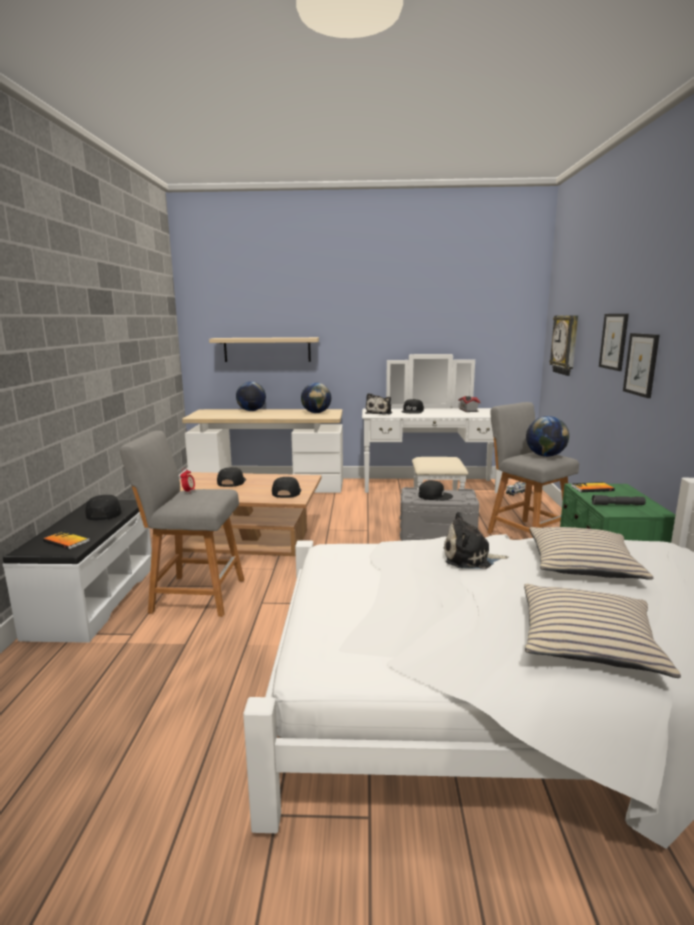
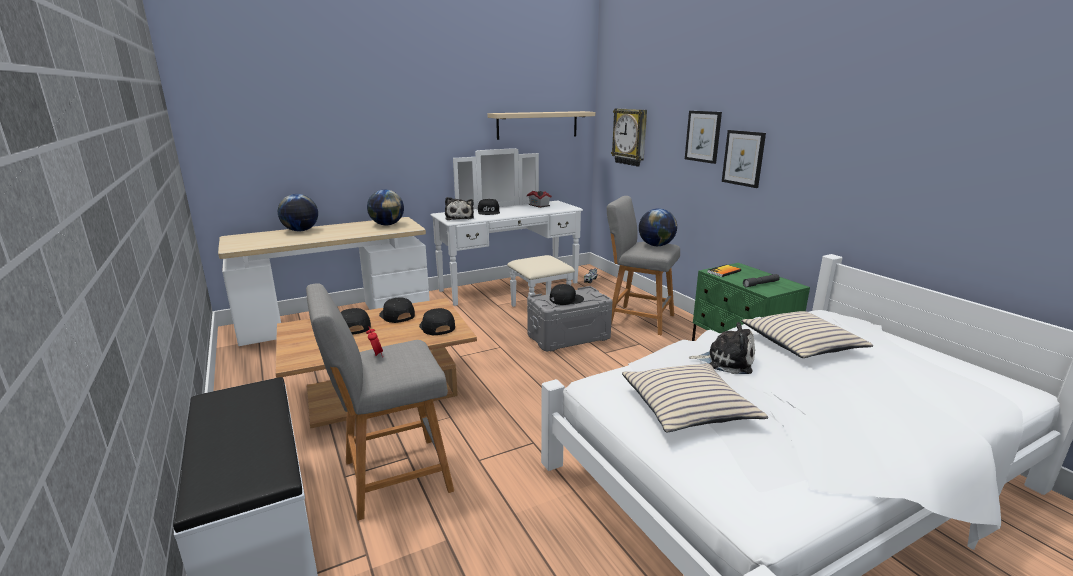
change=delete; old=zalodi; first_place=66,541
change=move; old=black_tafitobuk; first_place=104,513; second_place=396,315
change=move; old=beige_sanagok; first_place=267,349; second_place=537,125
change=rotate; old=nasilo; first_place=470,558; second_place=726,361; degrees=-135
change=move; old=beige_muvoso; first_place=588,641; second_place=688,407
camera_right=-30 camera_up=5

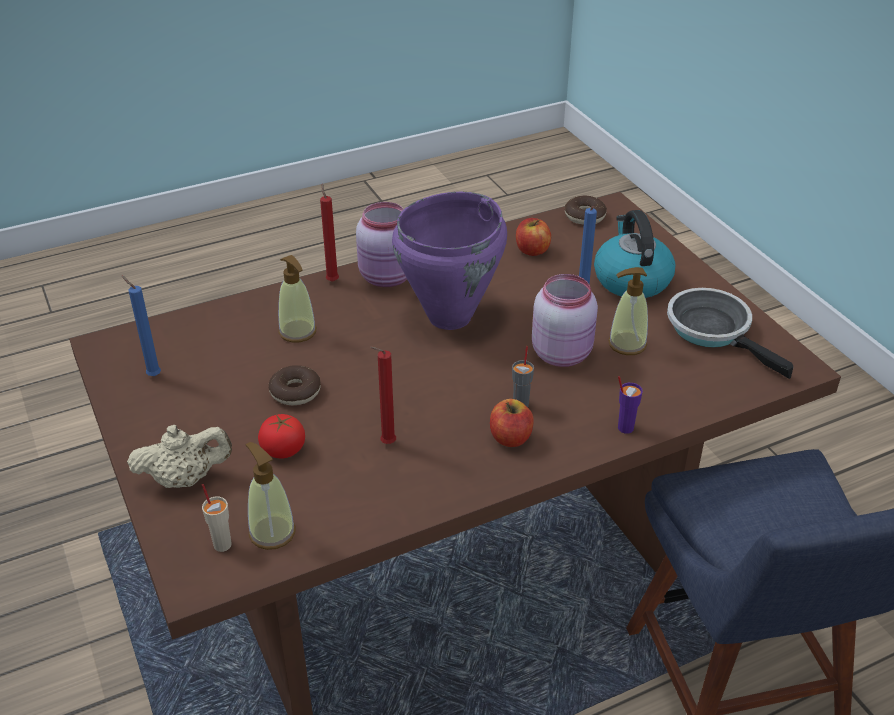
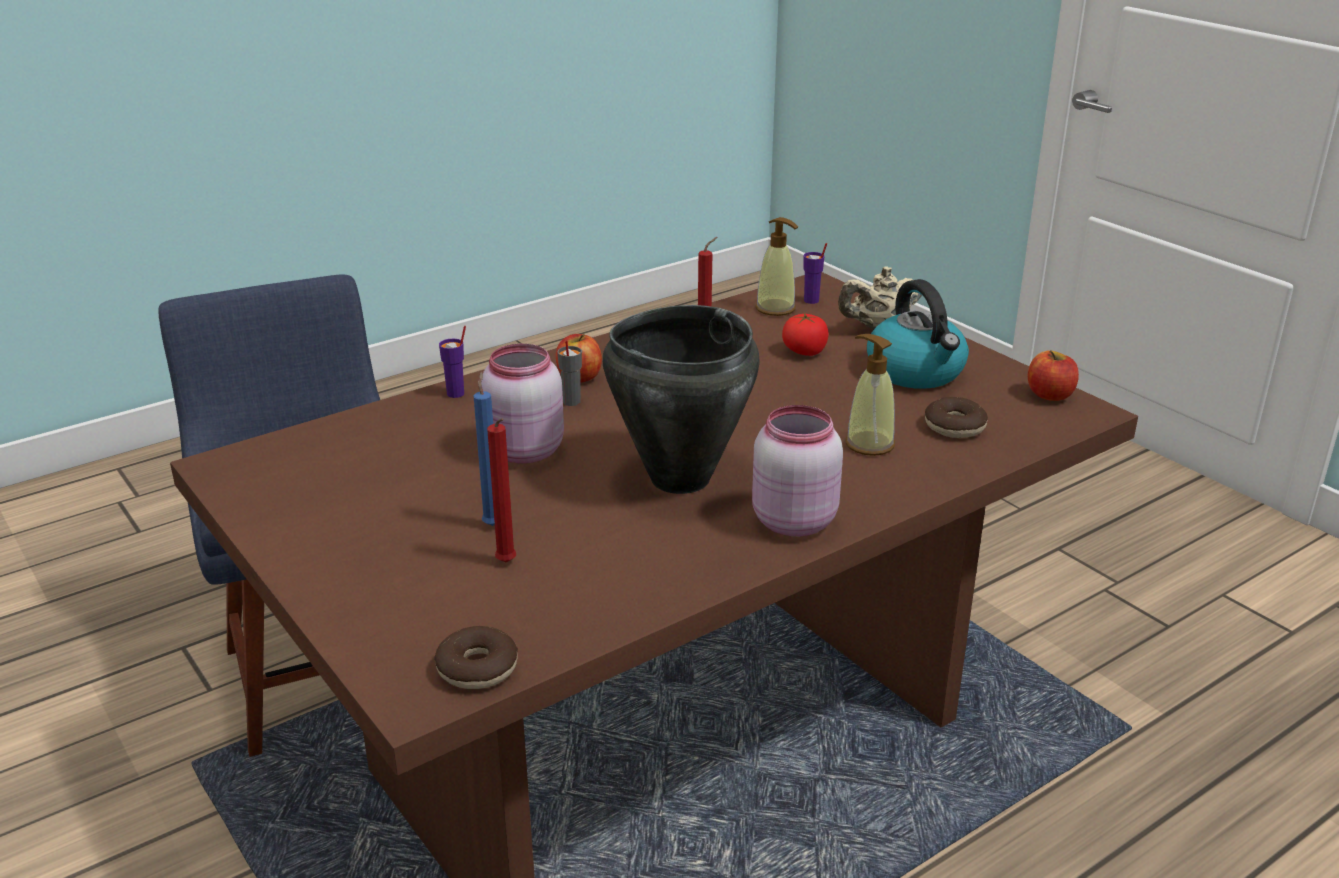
change=delete; old=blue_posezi; first_place=152,375
change=recolor; old=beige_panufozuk; new=purple_panufozuk; first_place=222,544; second_place=811,301
change=move; old=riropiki; first_place=295,392; second_place=954,427
change=move; old=red_posezi; first_place=332,280; second_place=507,564
change=recolor; old=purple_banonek; new=black_banonek; first_place=451,317; second_place=678,478
change=move; old=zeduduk; first_place=532,250; second_place=1050,395
change=move; old=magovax; first_place=631,279; second_place=916,372
change=delete; old=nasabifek; first_place=627,344
change=delete; old=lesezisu; first_place=714,331
camera_right=170 camera_up=-10

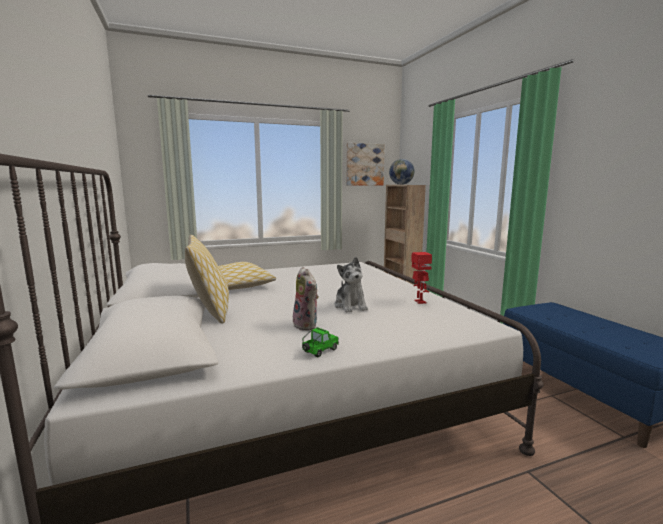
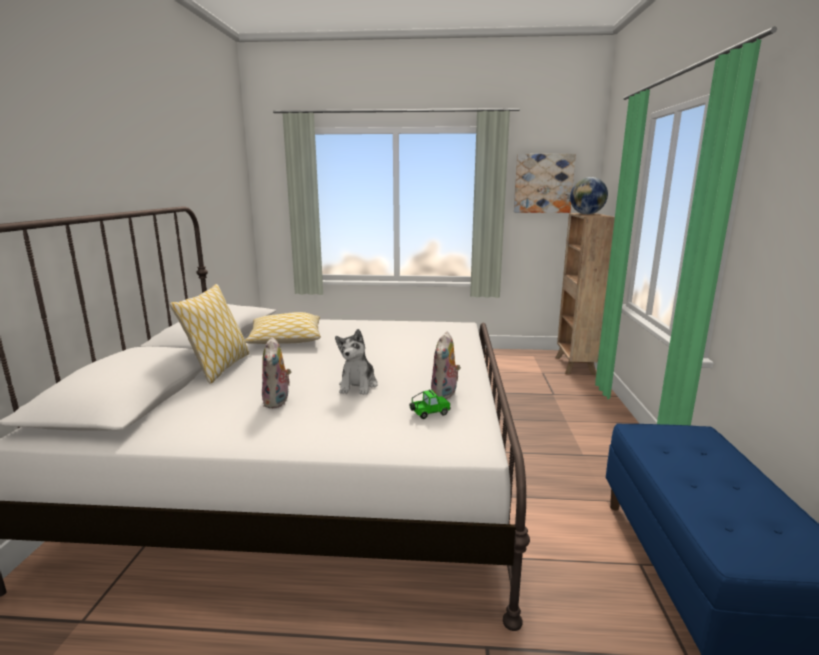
change=move; old=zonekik; first_place=319,351; second_place=429,413
change=replace; old=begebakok; new=nasilo; first_place=419,302; second_place=445,395
camera_right=25 camera_up=5

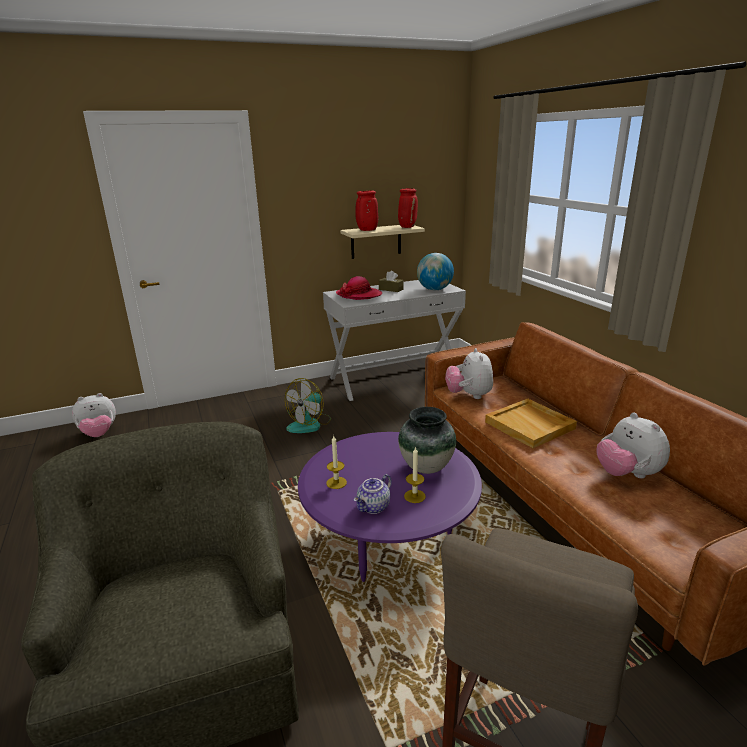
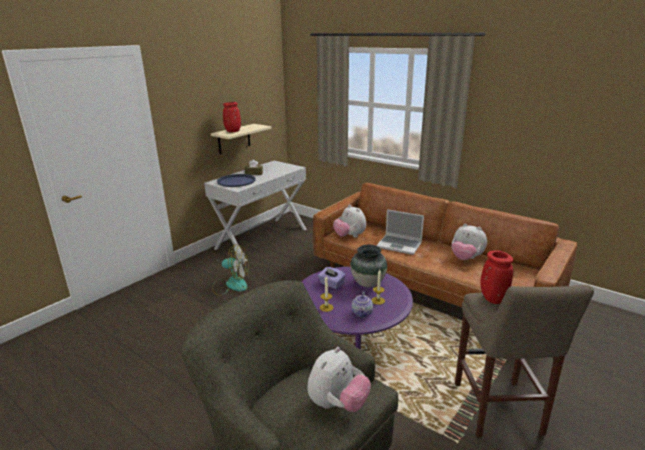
change=move; old=nasilo; first_place=99,434; second_place=337,404
change=rotate; old=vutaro; first_place=310,424; second_place=231,284; degrees=-90
change=replace; old=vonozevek; new=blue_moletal; first_place=359,295; second_place=236,181
change=move; old=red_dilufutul; first_place=407,227; second_place=492,298
change=delete; old=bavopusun; first_place=434,289
change=replace; old=beige_moletal; new=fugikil; first_place=530,425; second_place=400,245
change=insert; new=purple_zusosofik; second_place=331,284
camera_right=-30 camera_up=0

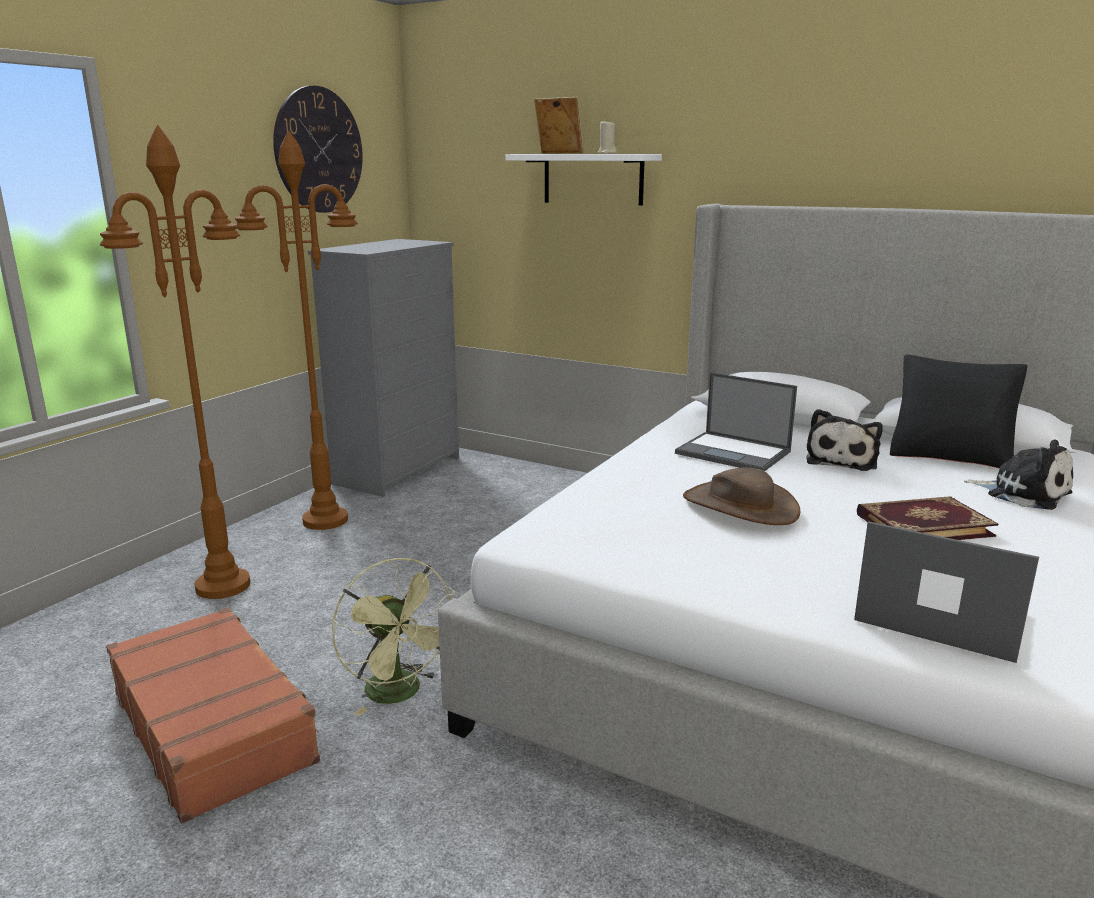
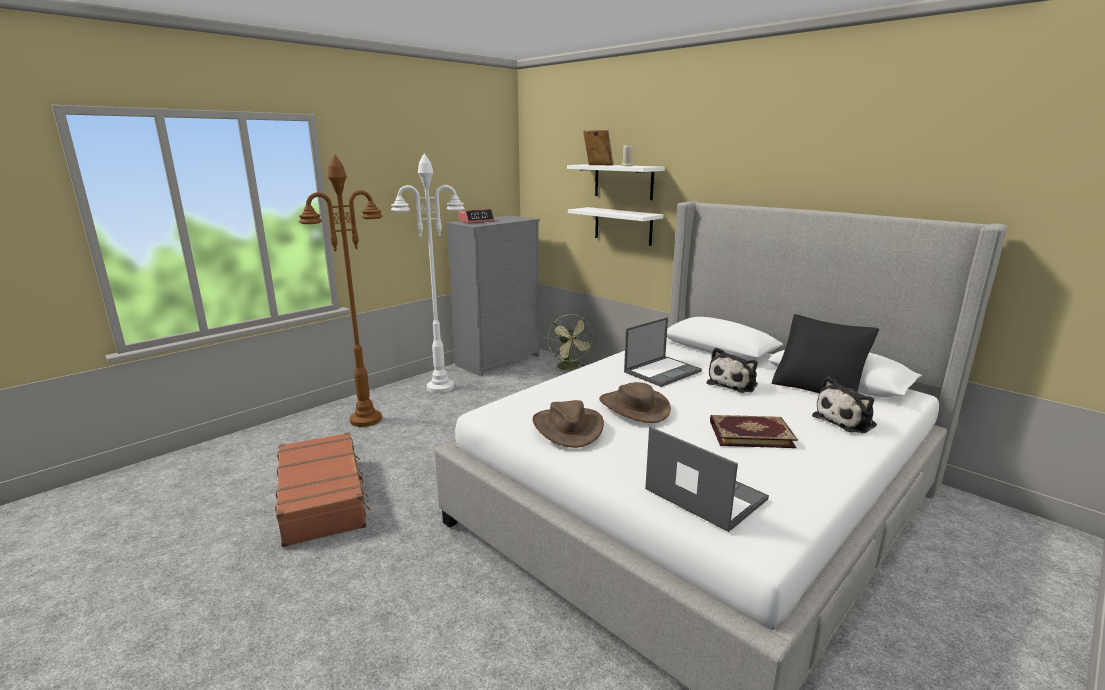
change=recolor; old=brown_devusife; new=white_devusife; first_place=326,520; second_place=441,387
change=delete; old=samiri; first_place=319,150
change=move; old=green_vutaro; first_place=400,694; second_place=570,368
change=rotate; old=fugikil; first_place=734,453; second_place=663,371; degrees=-90
change=rotate; old=nasilo; first_place=1023,493; second_place=847,421; degrees=90
change=insert; new=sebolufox; second_place=476,221
change=insert; new=brown_vonozevek; second_place=567,427
change=insert; new=white_sanagok; second_place=623,226
camera_right=15 camera_up=0

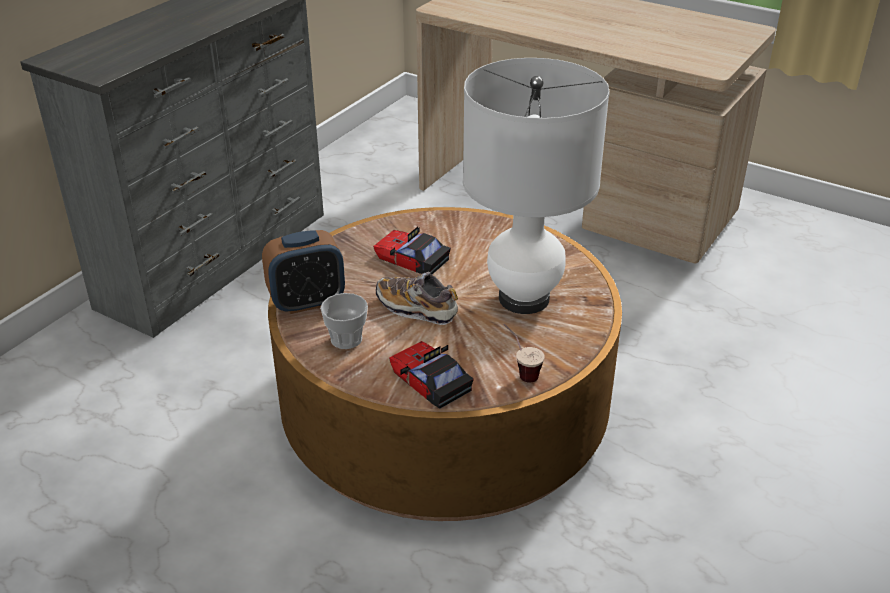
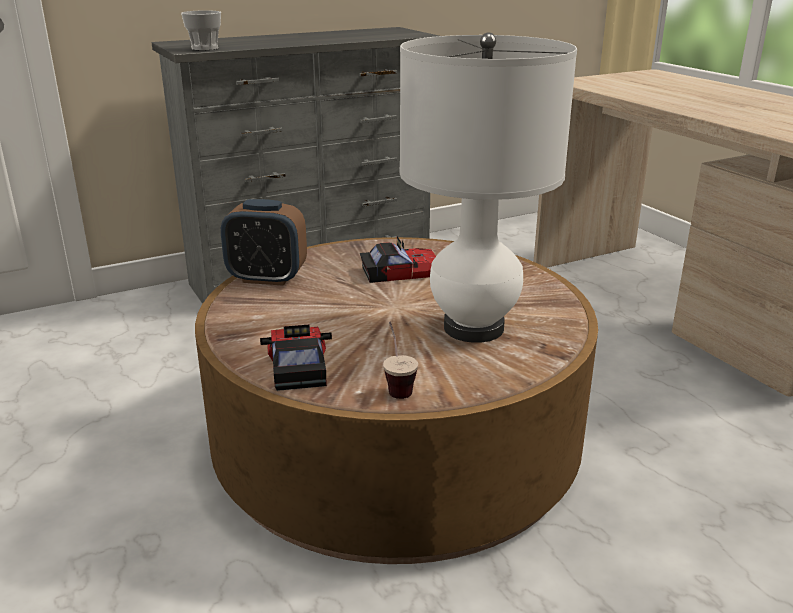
change=move; old=panufozuk; first_place=346,339; second_place=205,48
change=rotate; old=zonekik; first_place=412,258; second_place=399,271; degrees=105
change=delete; old=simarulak; first_place=416,309
camera_right=30 camera_up=-10

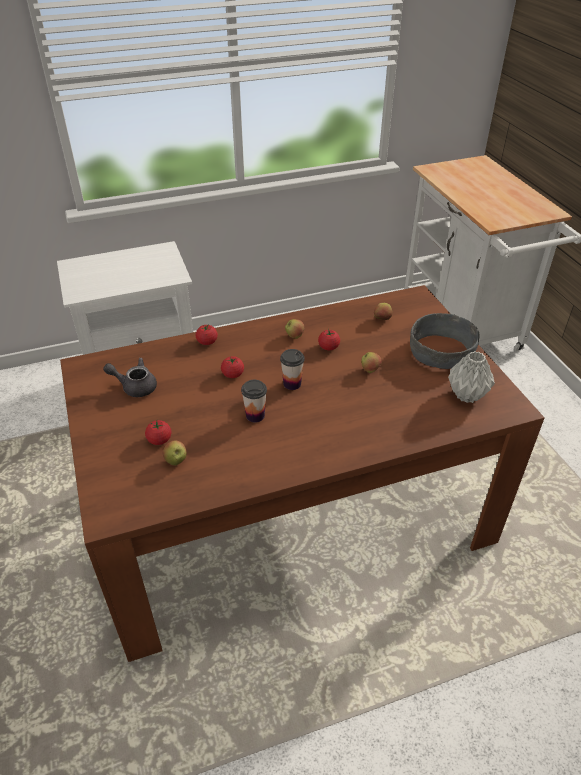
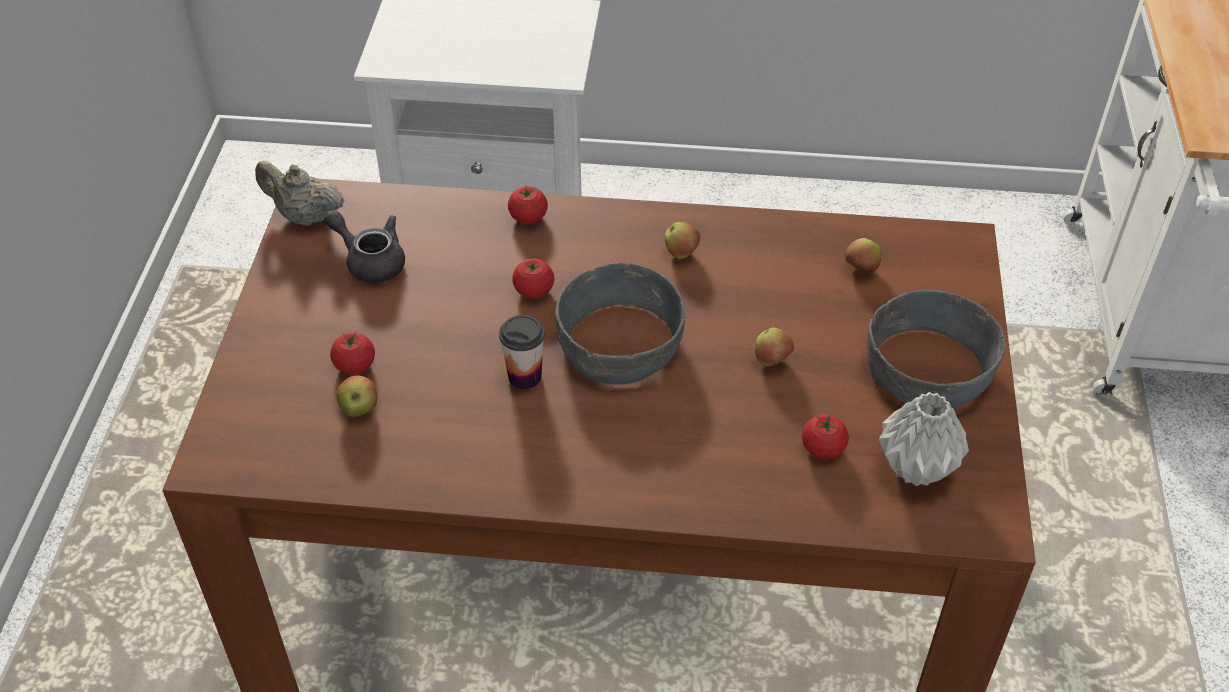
change=replace; old=panufozuk; new=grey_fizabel; first_place=292,384; second_place=620,341
change=move; old=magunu; first_place=328,347; second_place=823,448
change=insert; new=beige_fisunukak; second_place=304,216
camera_right=25 camera_up=5

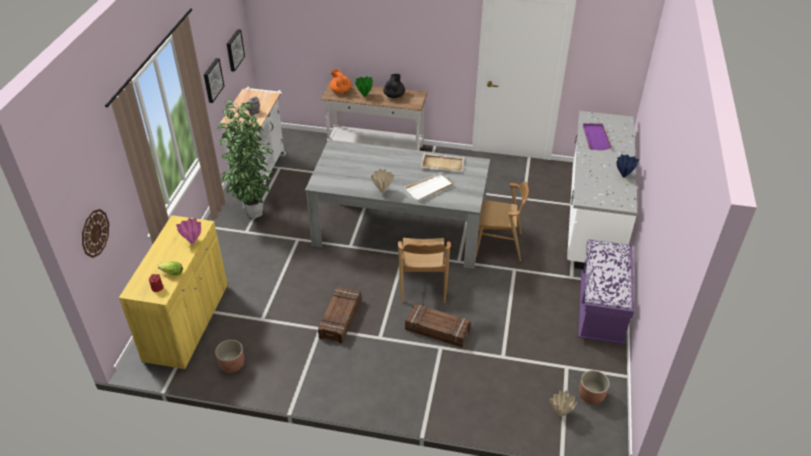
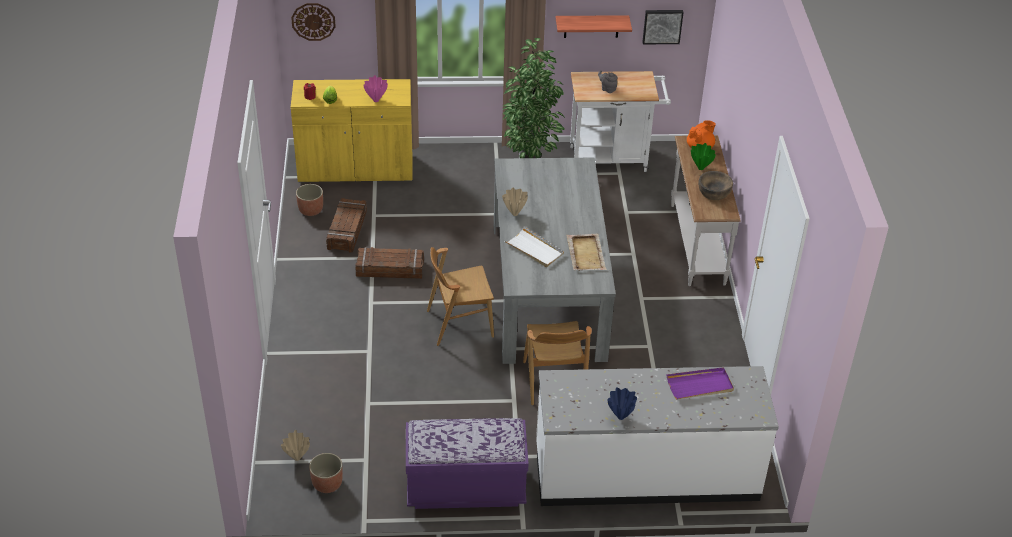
change=replace; old=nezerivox; new=sanagok; first_place=212,80; second_place=591,26
change=replace; old=black_fisunukak; new=brown_fizabel; first_place=394,95; second_place=714,192
change=move; old=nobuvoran; first_place=437,329; second_place=347,230
camera_right=75 camera_up=0

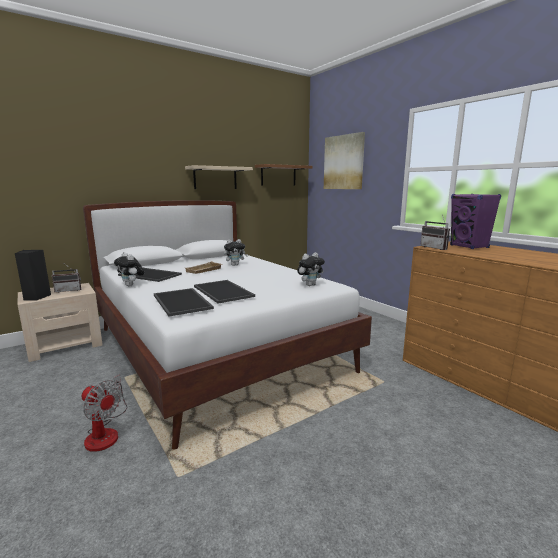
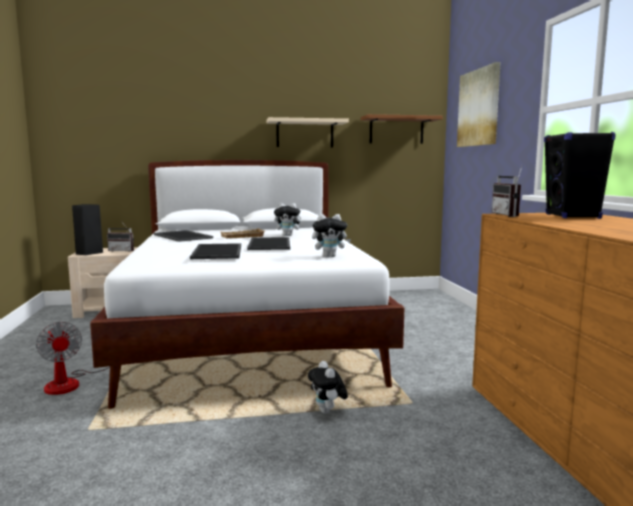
change=move; old=nasilo; first_place=131,285; second_place=327,412
change=move; old=moletal; first_place=183,302; second_place=270,244
change=recolor; old=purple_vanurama; new=black_vanurama; first_place=469,246; second_place=572,216
camera_right=25 camera_up=-5

